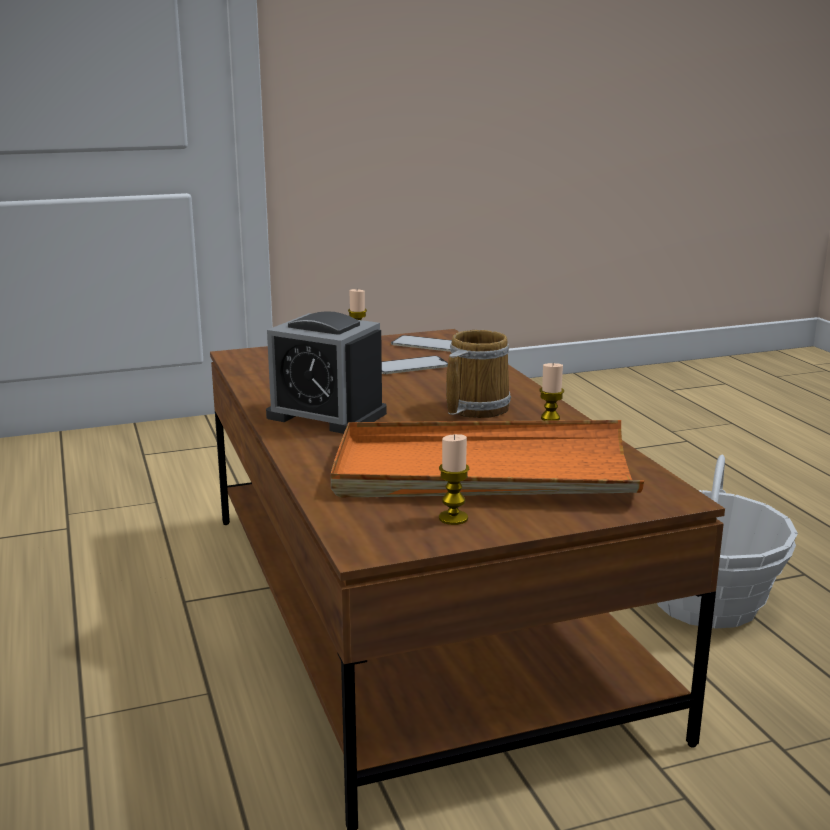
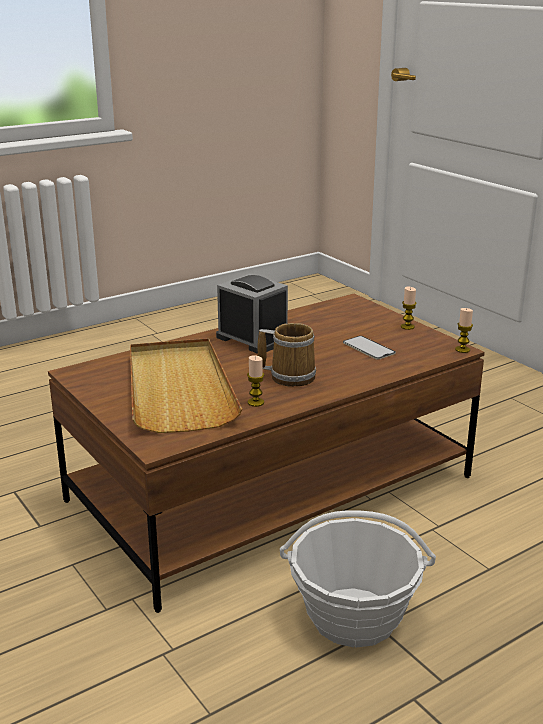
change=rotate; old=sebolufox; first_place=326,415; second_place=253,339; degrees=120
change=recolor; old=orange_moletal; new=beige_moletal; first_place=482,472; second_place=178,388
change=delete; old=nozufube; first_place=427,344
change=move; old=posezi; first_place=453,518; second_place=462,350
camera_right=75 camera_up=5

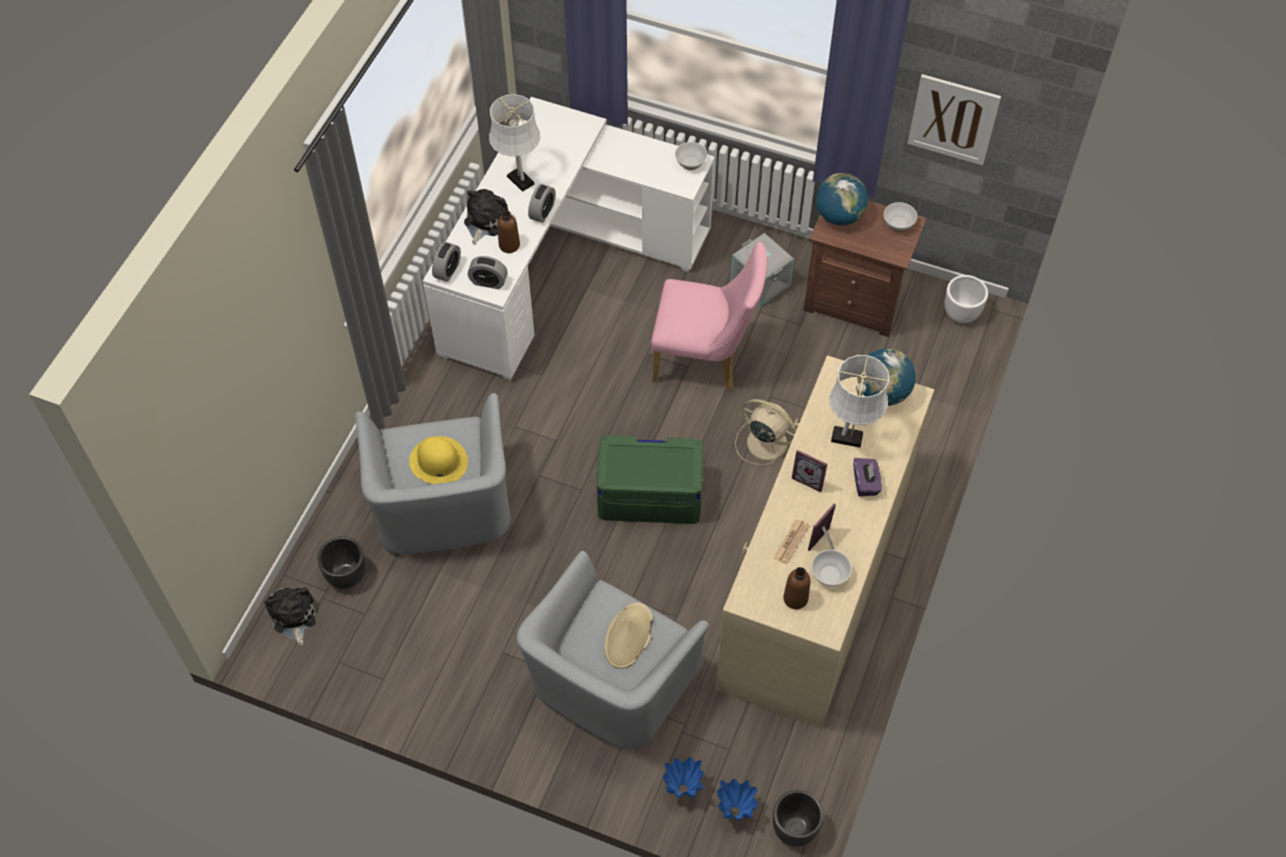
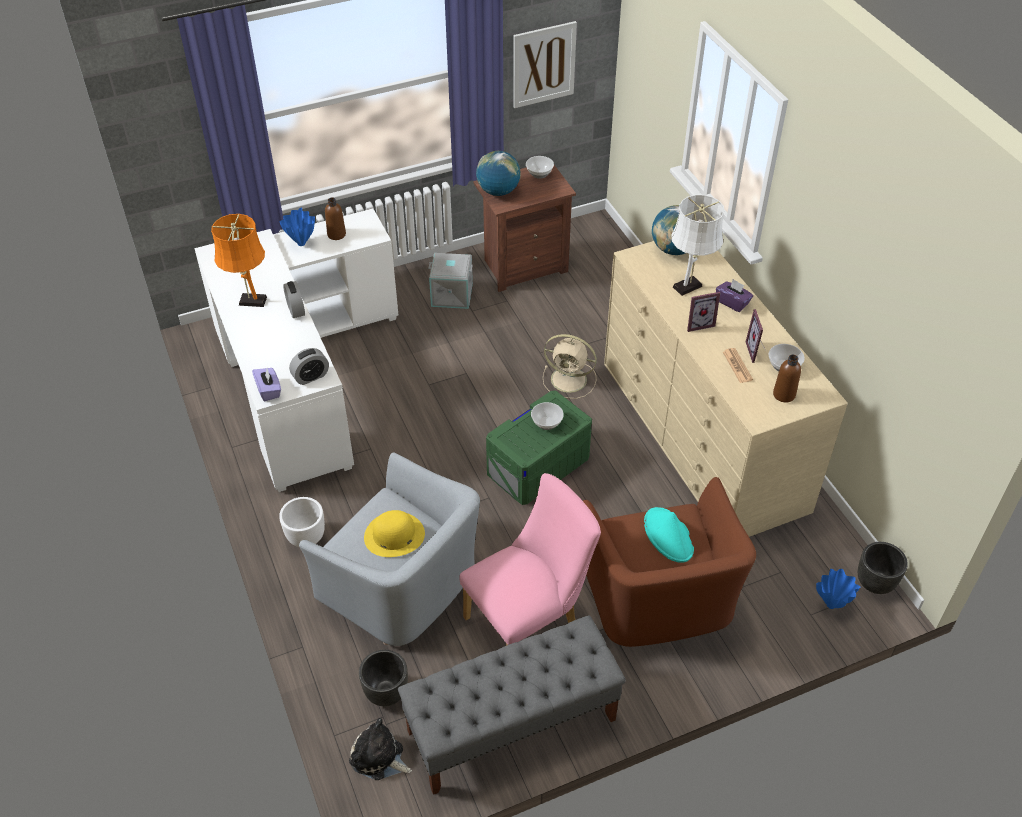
change=replace; old=sebolufox; new=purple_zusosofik; first_place=447,270; second_place=269,390
change=delete; old=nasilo; first_place=485,221
change=recolor; old=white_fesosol; new=orange_fesosol; first_place=518,178; second_place=250,301
change=move; old=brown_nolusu; first_place=509,245; second_place=336,234
change=recolor; old=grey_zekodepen; new=brown_zekodepen; first_place=610,681; second_place=659,597
change=recolor; old=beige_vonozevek; new=turquoise_vonozevek; first_place=628,636; second_place=668,536
change=move; old=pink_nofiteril; first_place=706,359; second_place=529,621
change=move; old=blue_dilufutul; first_place=682,789; second_place=301,244
change=move; old=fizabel; first_place=690,162; second_place=546,423
change=rotate; old=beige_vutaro; first_place=765,442; second_place=570,380; degrees=-150
change=move; old=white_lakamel; first_place=961,313; second_place=306,537
change=insert; new=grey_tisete; second_place=511,726
camera_right=-45 camera_up=-10

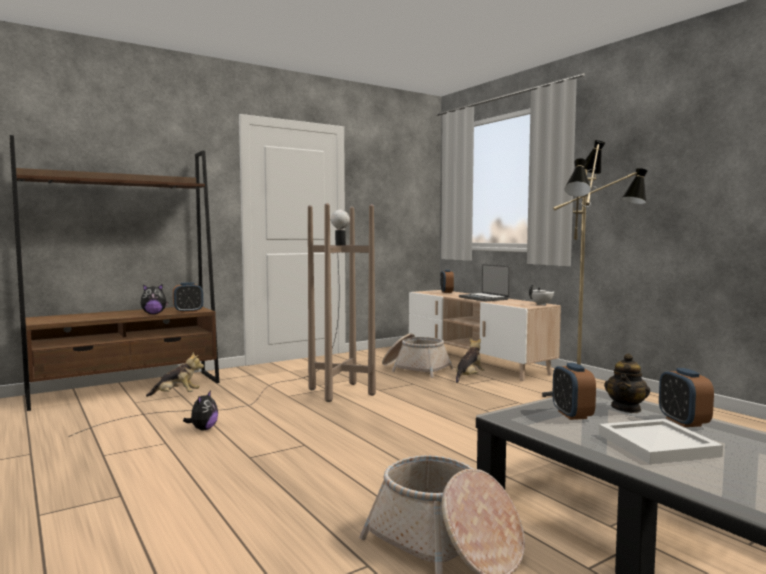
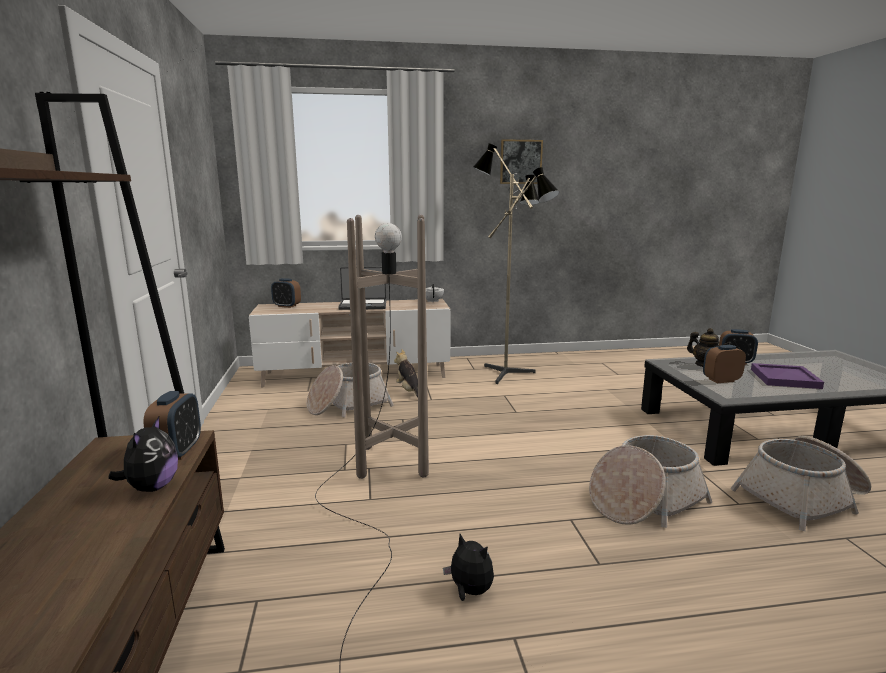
change=delete; old=nasilo; first_place=176,395
change=rotate; old=sebolufox; first_place=572,415; second_place=721,380; degrees=150
change=recolor; old=white_moletal; new=purple_moletal; first_place=657,444; second_place=783,378
change=insert; new=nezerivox; second_place=520,162
change=insert; new=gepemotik; second_place=644,501
camera_right=-65 camera_up=10

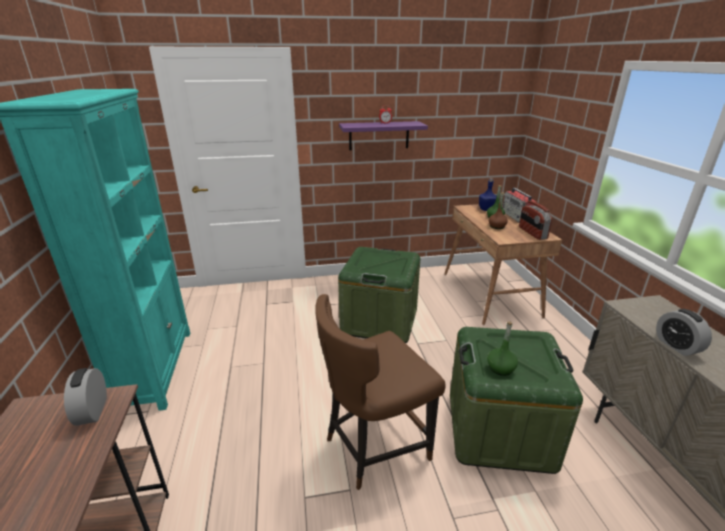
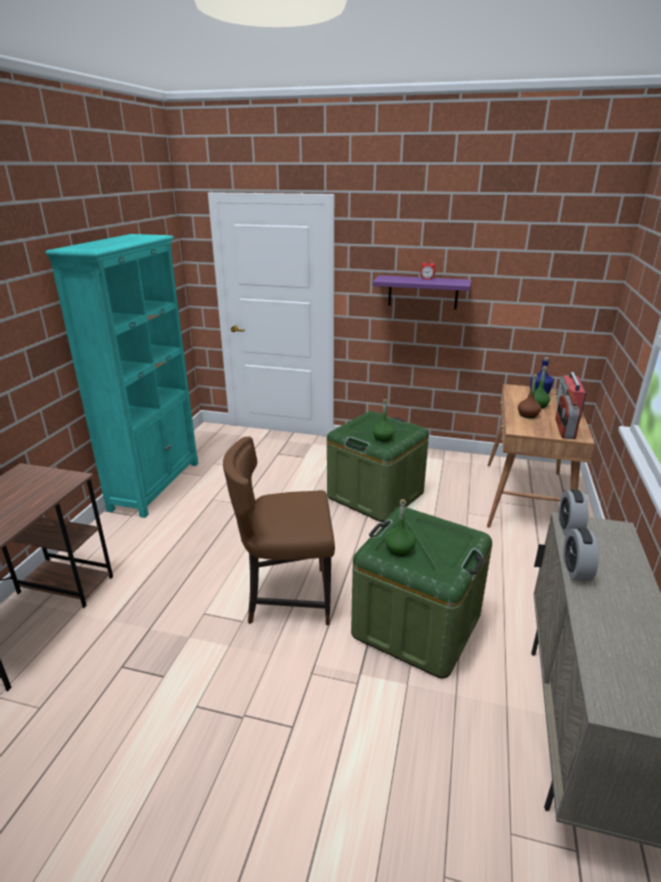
change=move; old=sebolufox; first_place=92,411; second_place=569,528
change=insert; new=green_nolusu; second_place=383,438
camera_right=25 camera_up=0

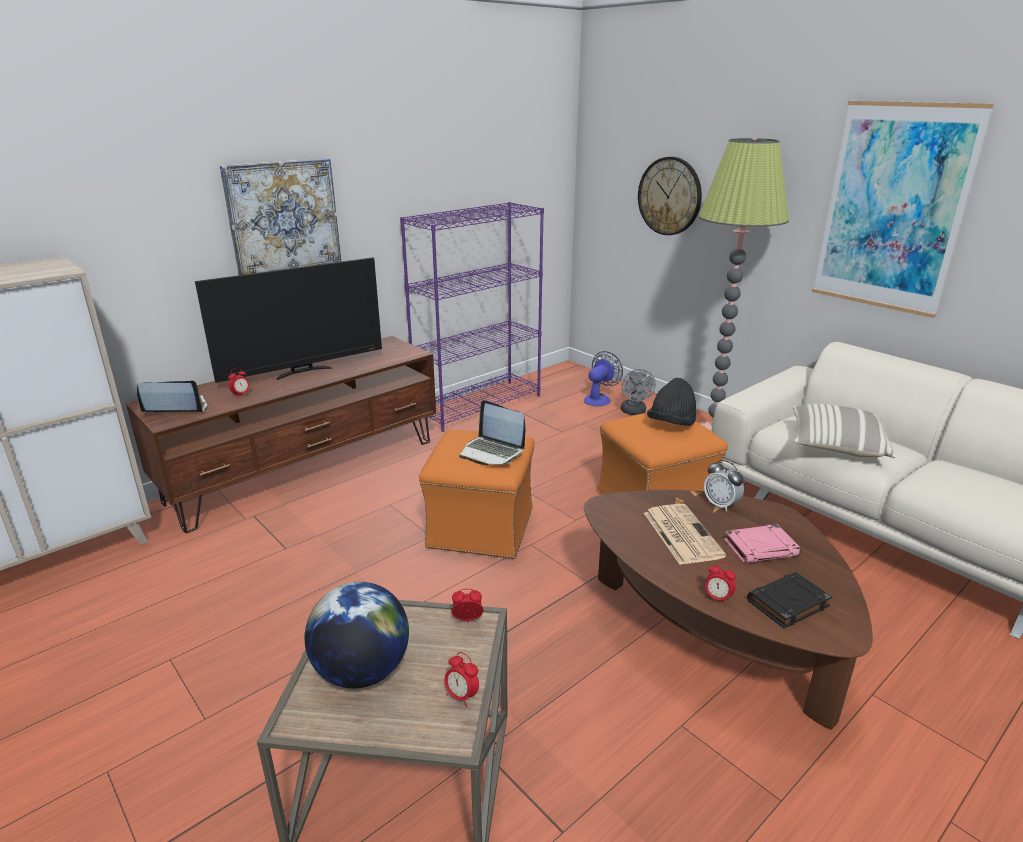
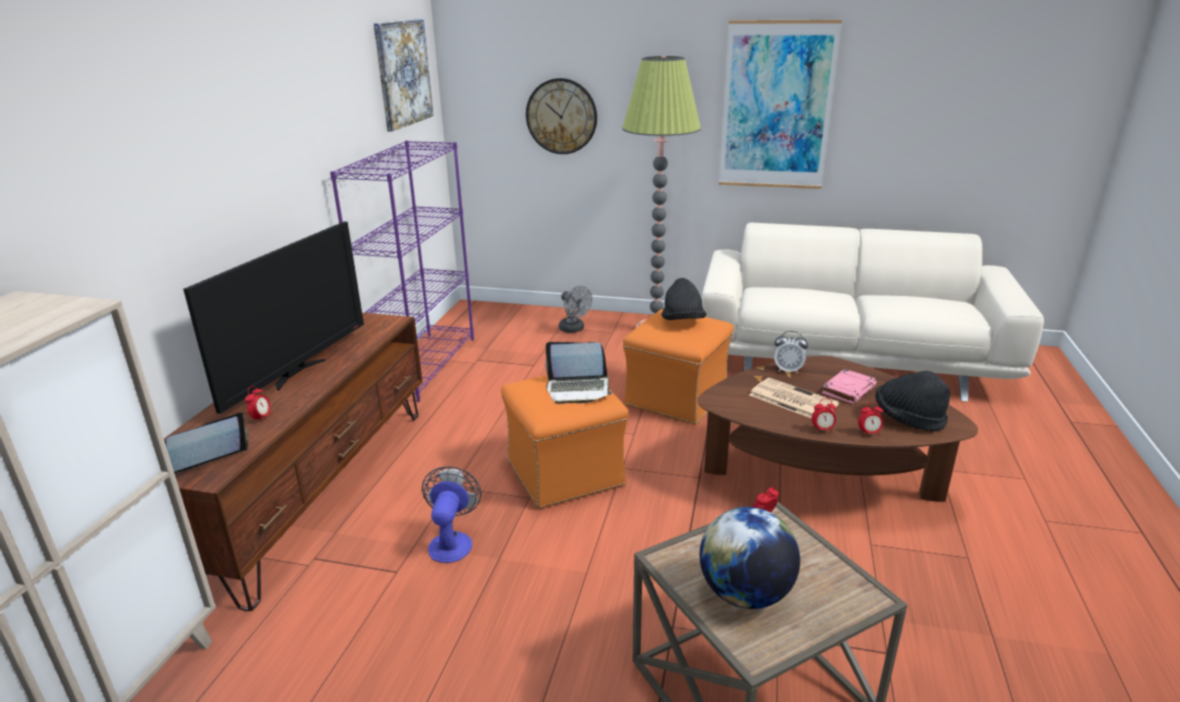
change=move; old=nezerivox; first_place=284,219; second_place=403,73
change=move; old=sebolufox; first_place=462,696; second_place=822,430
change=move; old=vutaro; first_place=599,399; second_place=452,541
change=replace; old=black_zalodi; new=black_vonozevek; first_place=787,604; second_place=908,419
change=delete; old=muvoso; first_place=836,445
camera_right=-35 camera_up=0

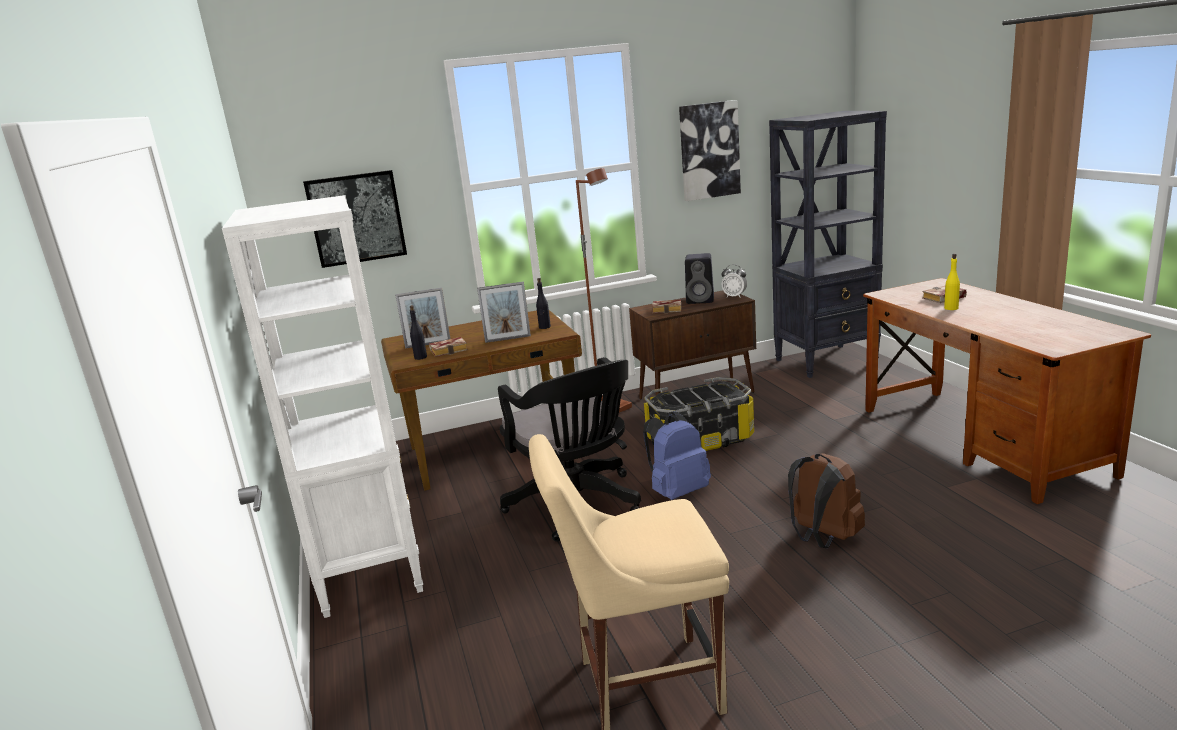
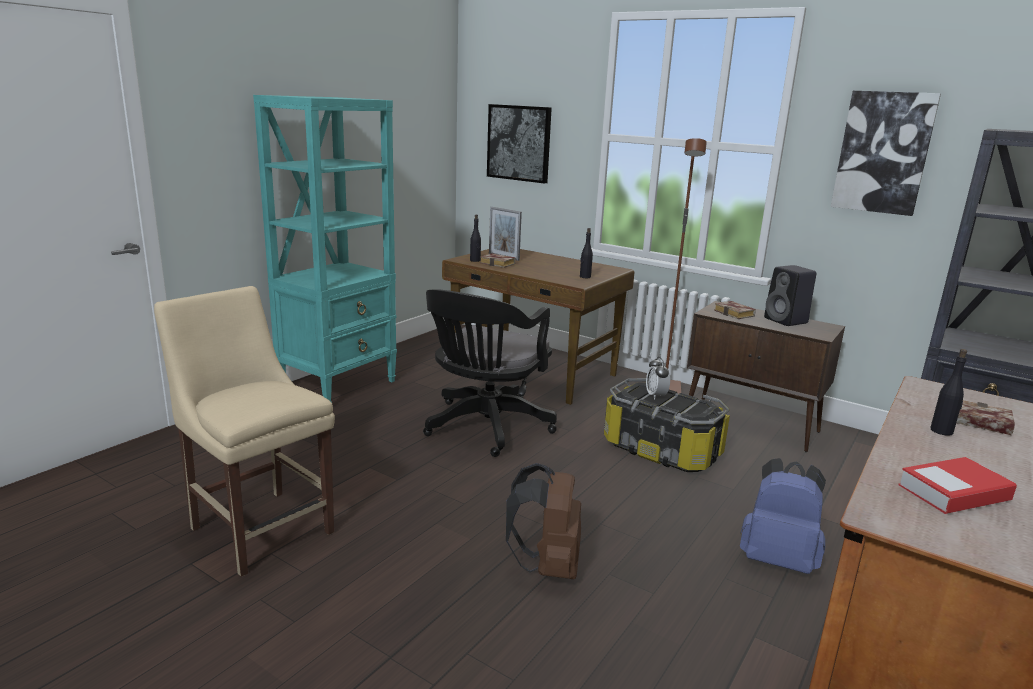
change=recolor; old=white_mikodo; new=turquoise_mikodo; first_place=370,570; second_place=339,385
change=delete; old=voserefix; first_place=508,339
change=move; old=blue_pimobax; first_place=677,492; second_place=777,559
change=move; old=sebolufox; first_place=734,296; second_place=656,395
change=recolor; old=yellow_nolusu; new=black_nolusu; first_place=951,308; second_place=942,431
change=insert; new=zalodi; second_place=954,493
camera_right=50 camera_up=0

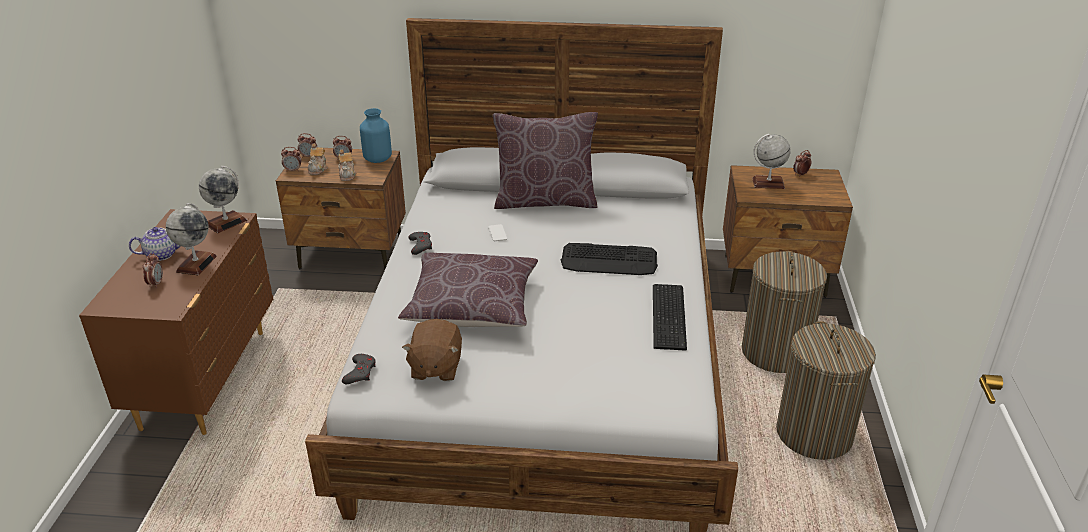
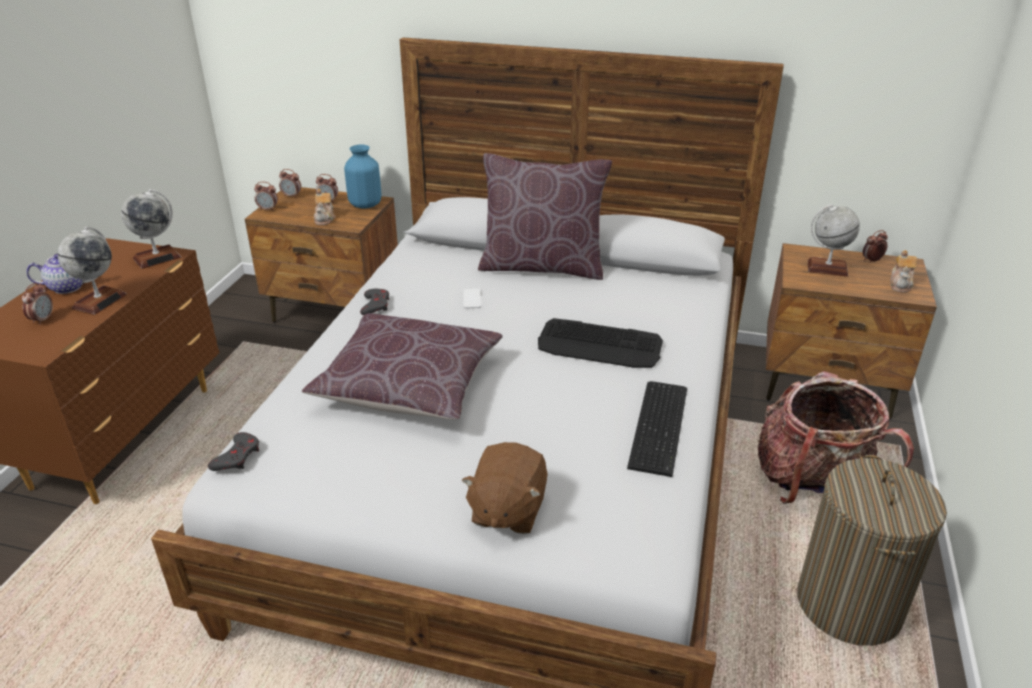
change=move; old=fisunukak; first_place=318,169; second_place=901,284
change=move; old=brown_nasilo; first_place=435,367; second_place=507,510
change=replace; old=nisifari; new=pimobax; first_place=775,352; second_place=812,484
camera_right=10 camera_up=0

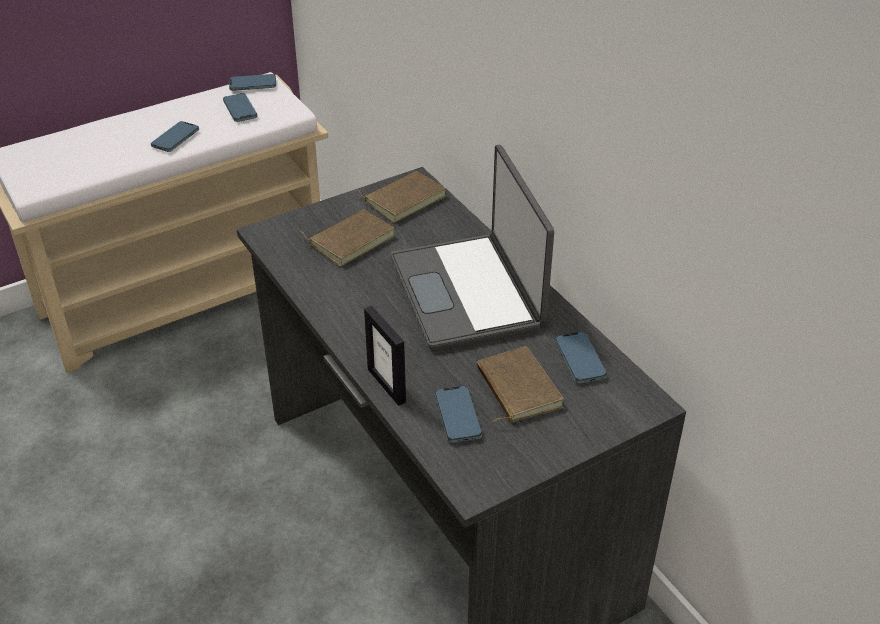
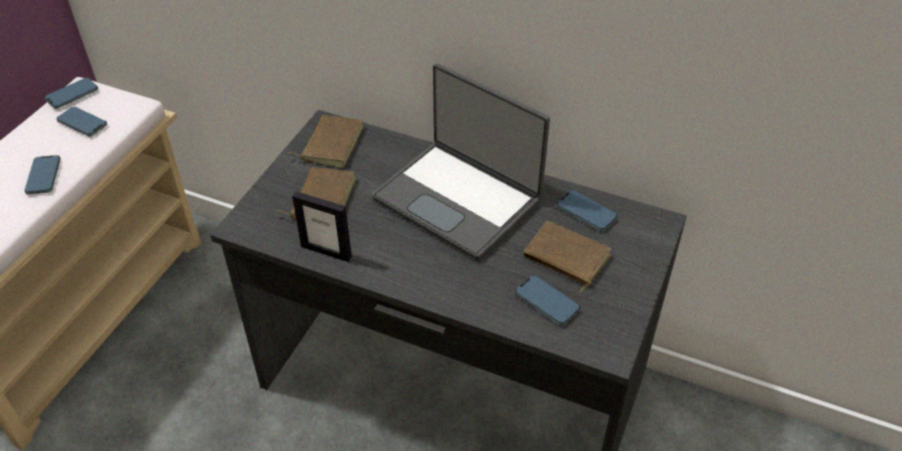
change=move; old=voserefix; first_place=387,385; second_place=326,251
camera_right=-35 camera_up=5

